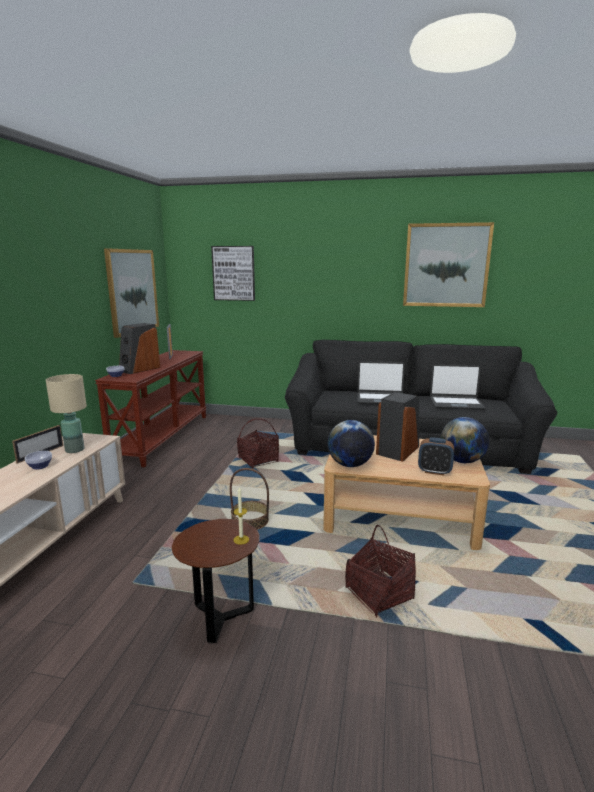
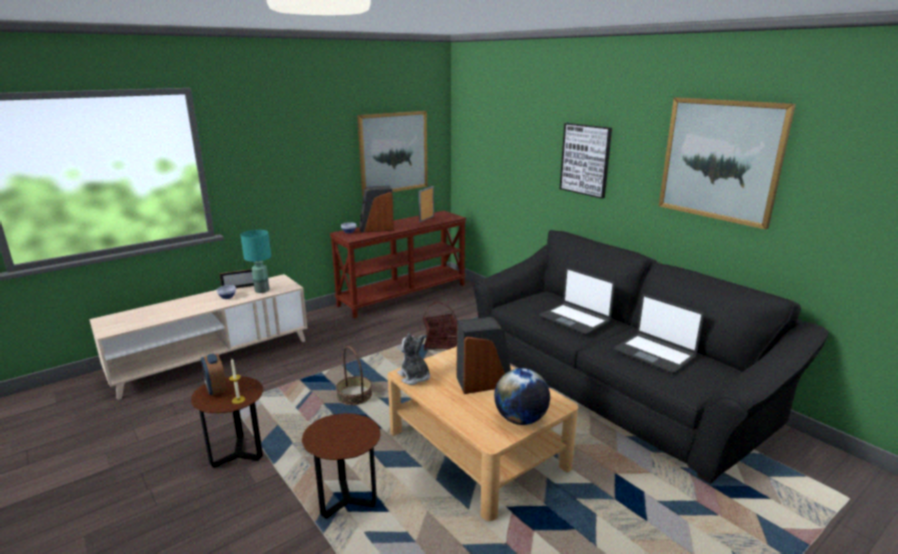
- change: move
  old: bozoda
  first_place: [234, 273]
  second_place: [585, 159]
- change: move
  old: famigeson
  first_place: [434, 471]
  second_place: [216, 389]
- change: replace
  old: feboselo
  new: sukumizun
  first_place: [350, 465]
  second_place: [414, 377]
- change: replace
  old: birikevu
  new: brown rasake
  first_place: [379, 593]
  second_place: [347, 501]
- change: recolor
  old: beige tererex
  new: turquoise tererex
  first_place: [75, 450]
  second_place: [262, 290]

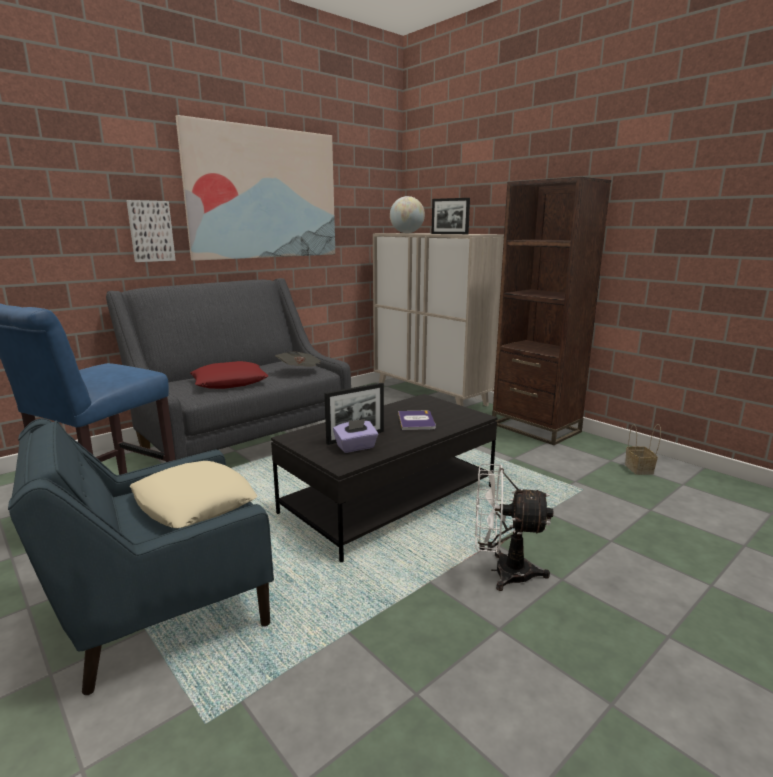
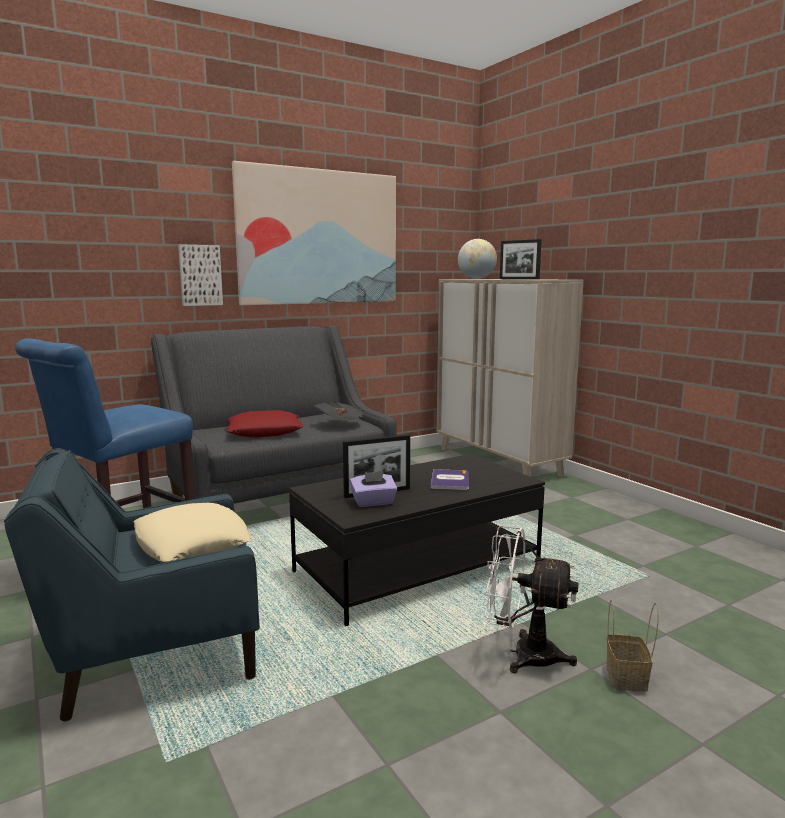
- change: delete
  old: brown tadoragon
  first_place: [535, 428]
- change: move
  old: birikevu
  first_place: [640, 469]
  second_place: [627, 678]

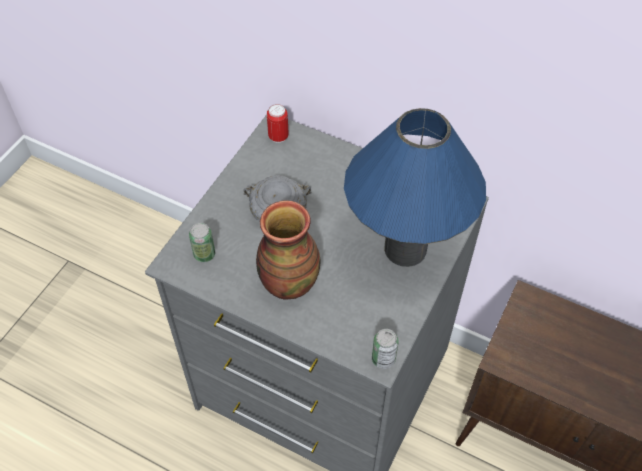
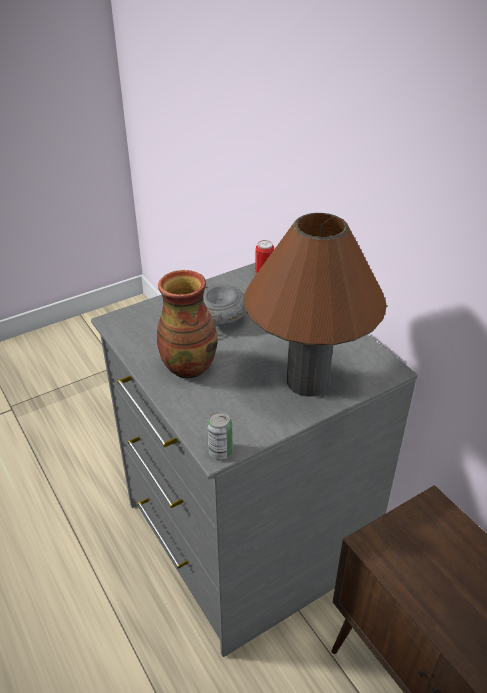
- change: delete
  old: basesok
  first_place: [204, 254]
- change: recolor
  old: blue tererex
  new: brown tererex
  first_place: [405, 249]
  second_place: [307, 381]

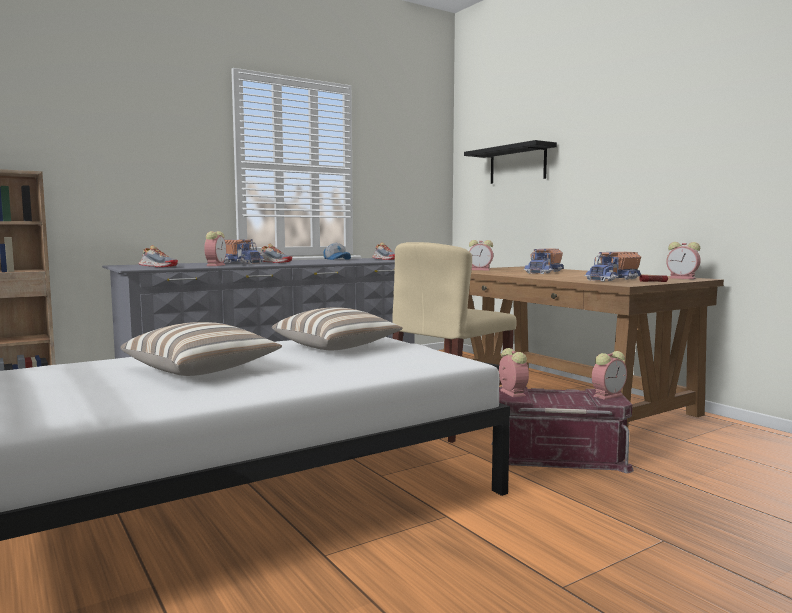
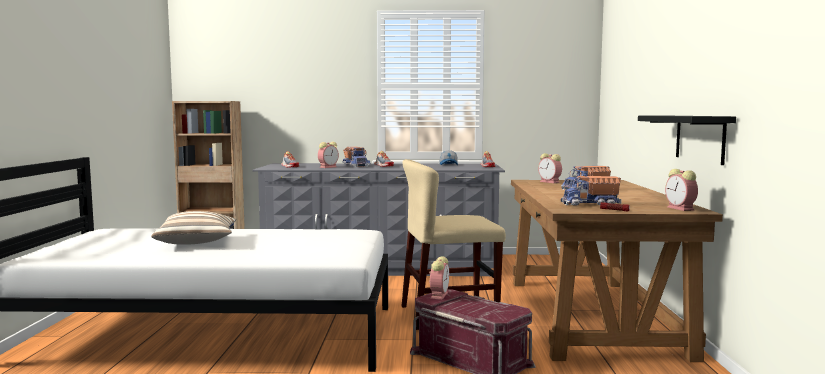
- change: delete
  old: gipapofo
  first_place: [337, 347]
- change: delete
  old: famigeson
  first_place: [608, 395]
- change: move
  old: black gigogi
  first_place: [517, 164]
  second_place: [700, 138]

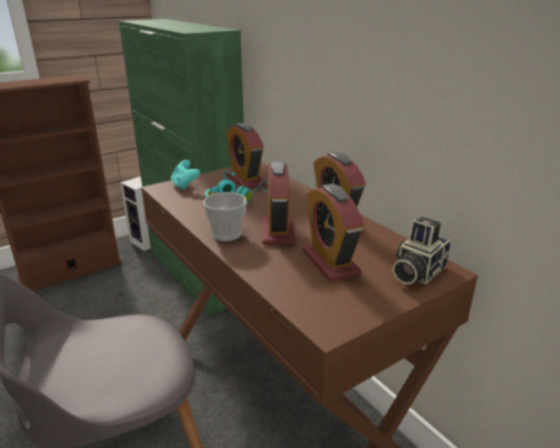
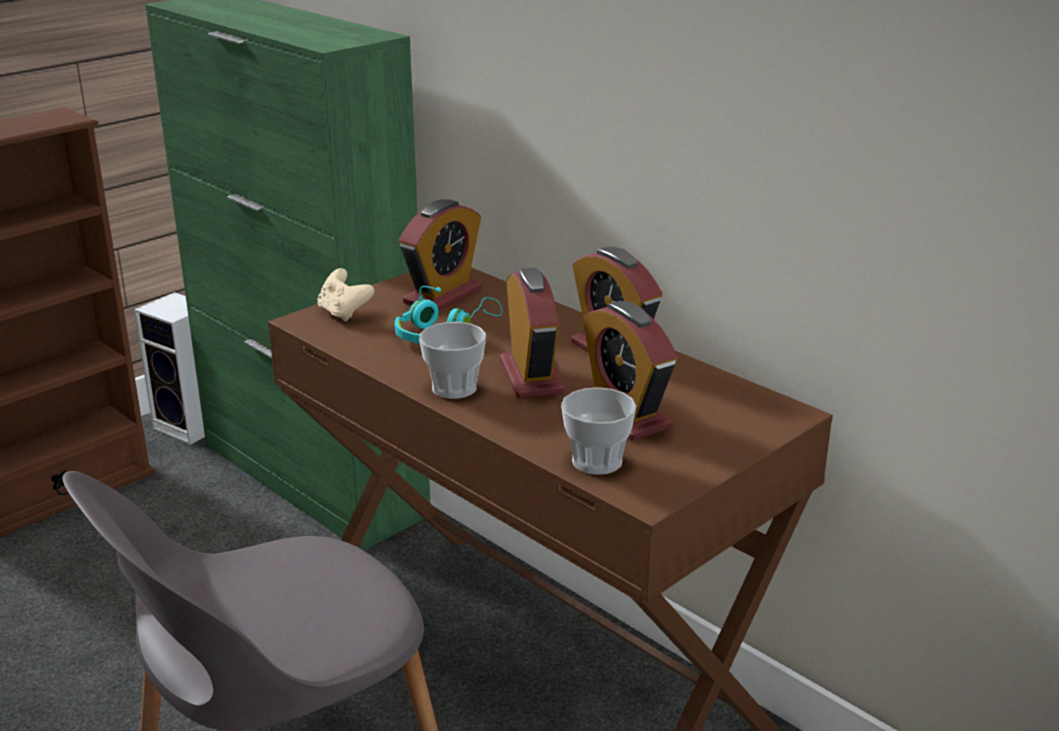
- change: delete
  old: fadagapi
  first_place: [416, 272]
- change: insert
  new: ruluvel
  second_place: [597, 461]
- change: recolor
  old: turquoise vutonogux
  new: beige vutonogux
  first_place: [185, 185]
  second_place: [344, 313]
- change: rotate
  old: famigeson
  first_place: [245, 180]
  second_place: [443, 296]
  degrees: -105

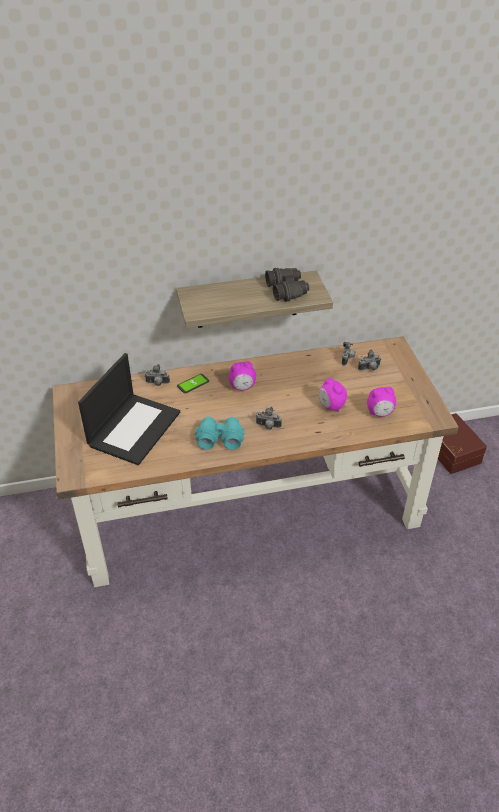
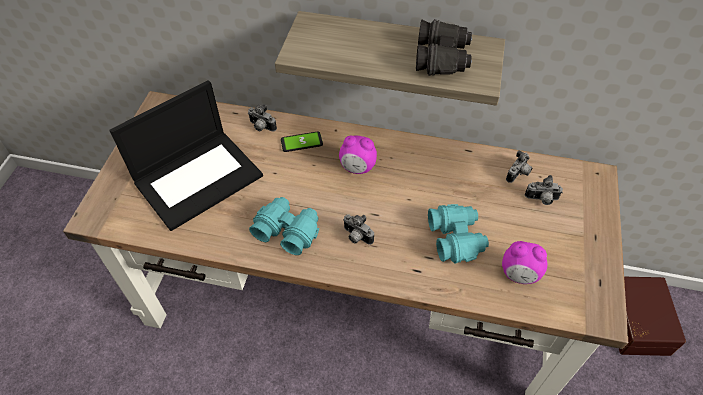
- change: replace
  old: famigeson
  new: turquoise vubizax
  first_place: [331, 406]
  second_place: [456, 238]

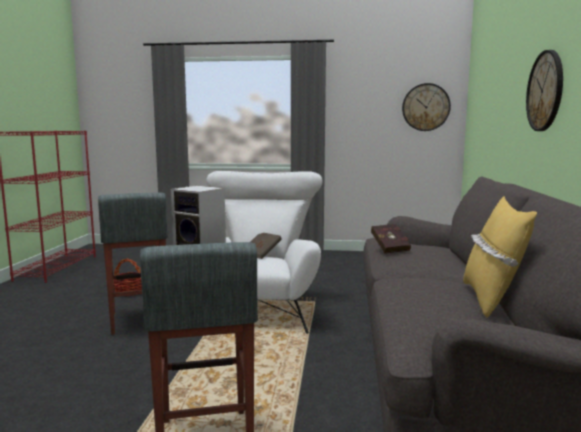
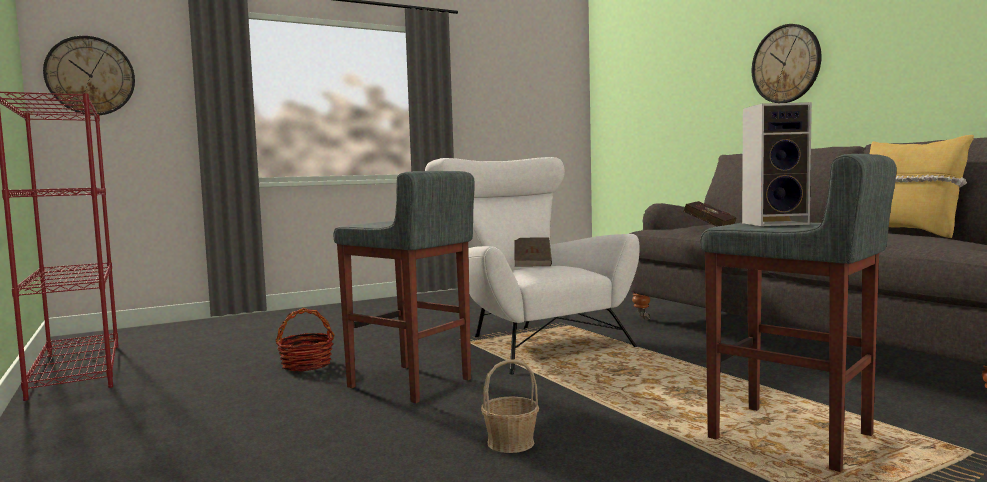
- change: insert
  new: birikevu
  second_place: [510, 443]
- change: move
  old: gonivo
  first_place: [426, 107]
  second_place: [90, 76]

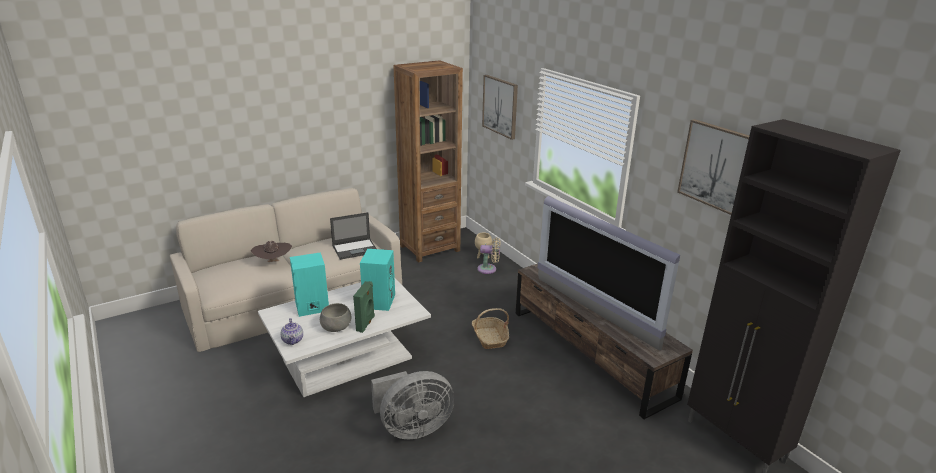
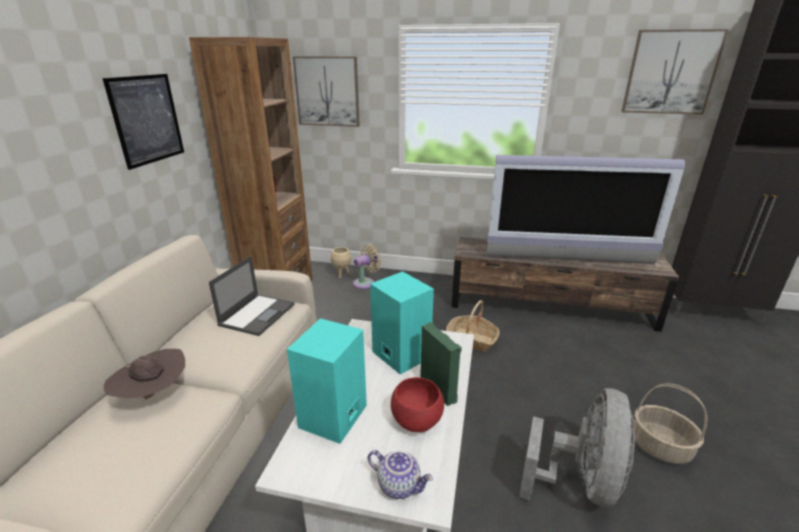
- change: insert
  new: bozoda
  second_place: [147, 119]
- change: insert
  new: birikevu
  second_place: [660, 446]
- change: recolor
  old: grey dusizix
  new: red dusizix
  first_place: [336, 327]
  second_place: [416, 419]

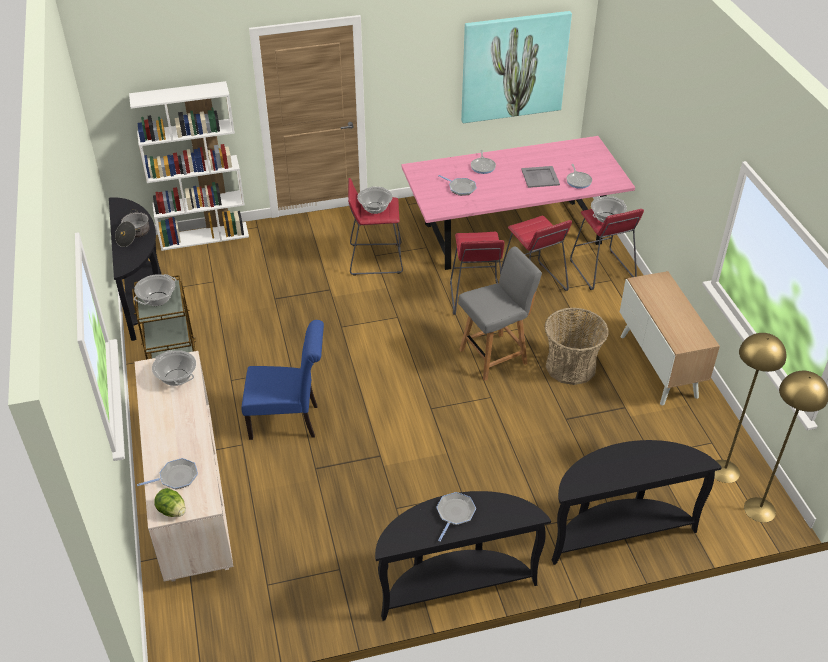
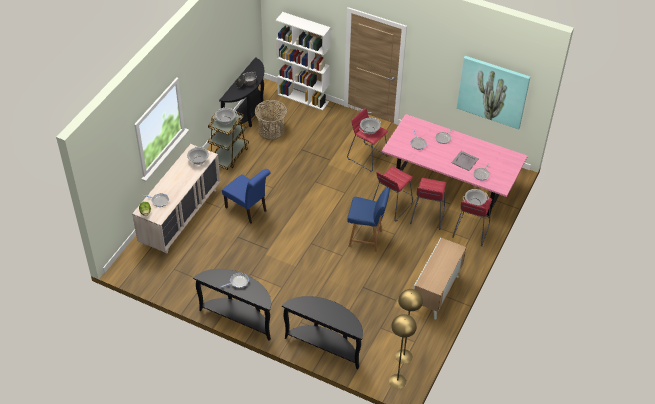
- change: move
  old: birikevu
  first_place: [571, 366]
  second_place: [271, 130]
- change: recolor
  old: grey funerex
  new: blue funerex
  first_place: [494, 356]
  second_place: [366, 239]

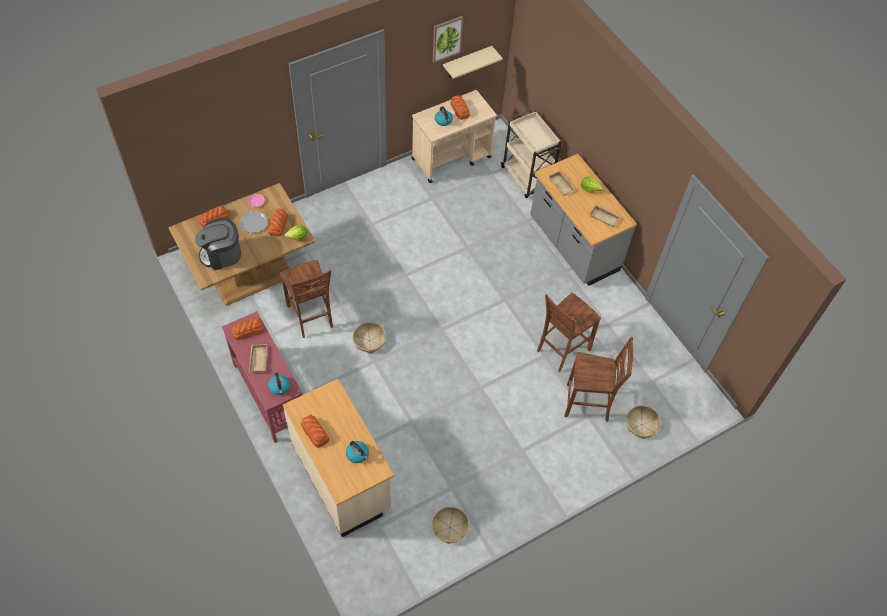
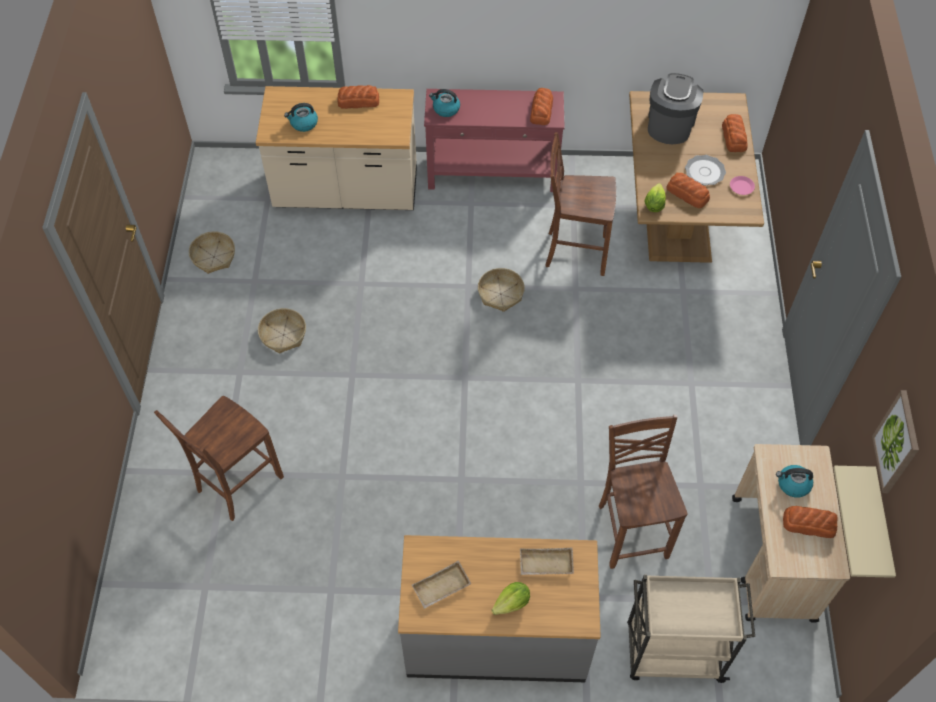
- change: delete
  old: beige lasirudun
  first_place: [257, 359]
- change: move
  old: brown funerex
  first_place: [561, 350]
  second_place: [631, 530]
- change: move
  old: birikevu
  first_place: [641, 424]
  second_place: [283, 335]

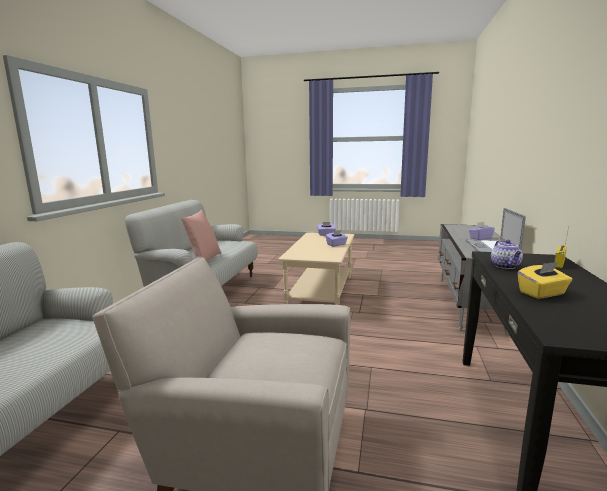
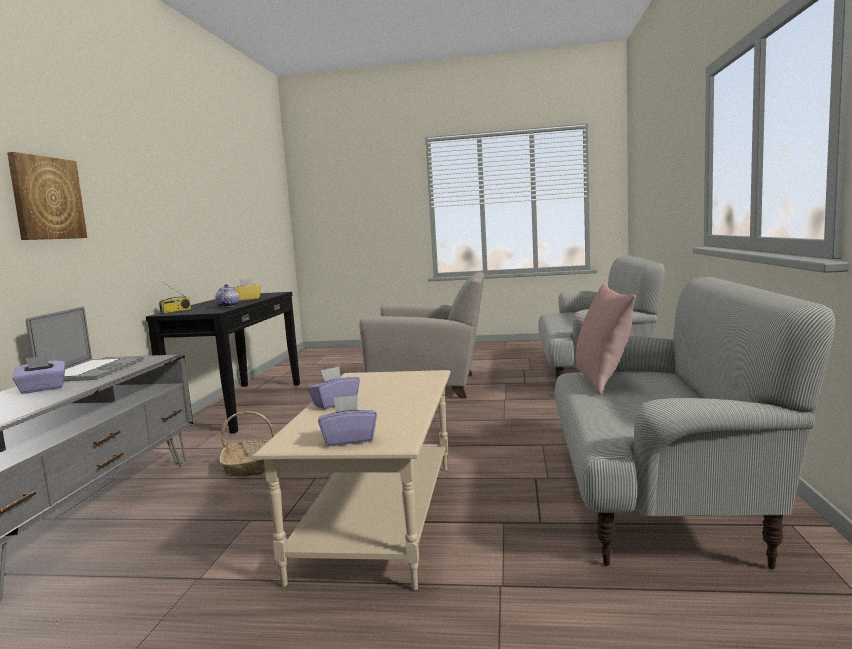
- change: insert
  new: bozoda
  second_place: [46, 198]
- change: insert
  new: birikevu
  second_place: [252, 465]

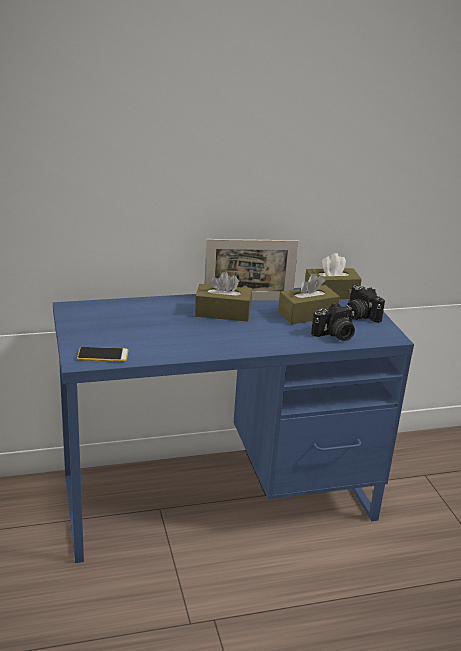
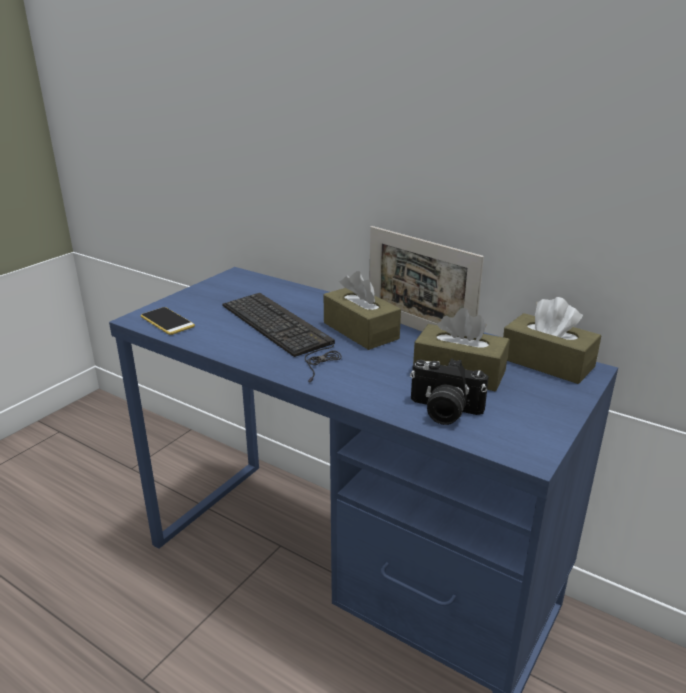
- change: delete
  old: fadagapi
  first_place: [359, 315]
- change: insert
  new: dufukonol
  second_place: [282, 331]

